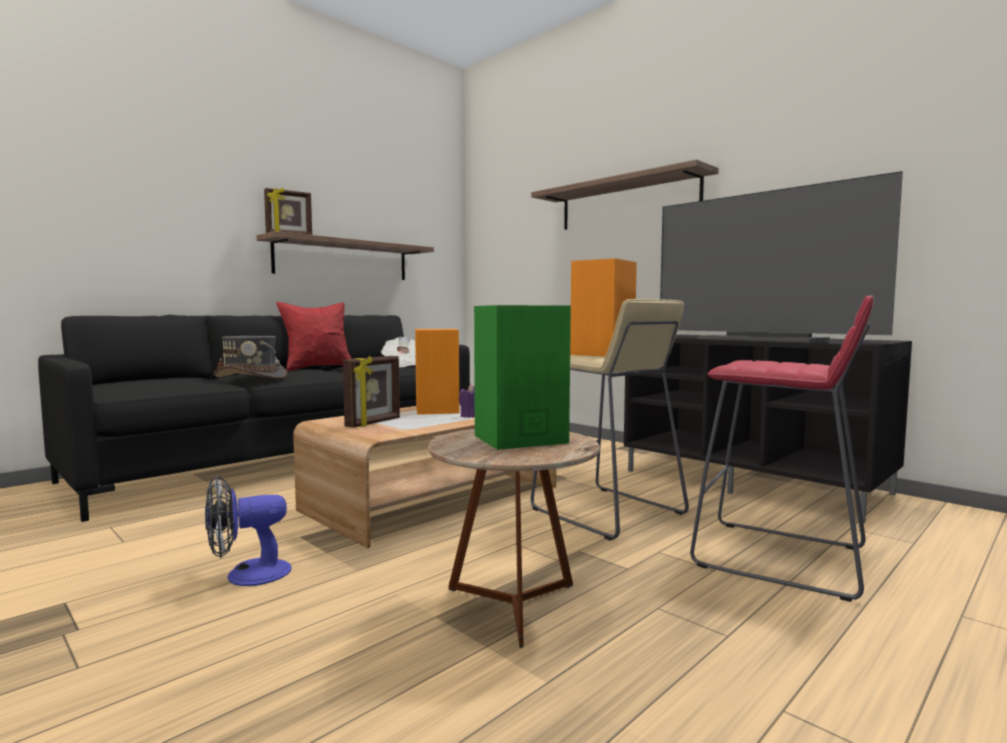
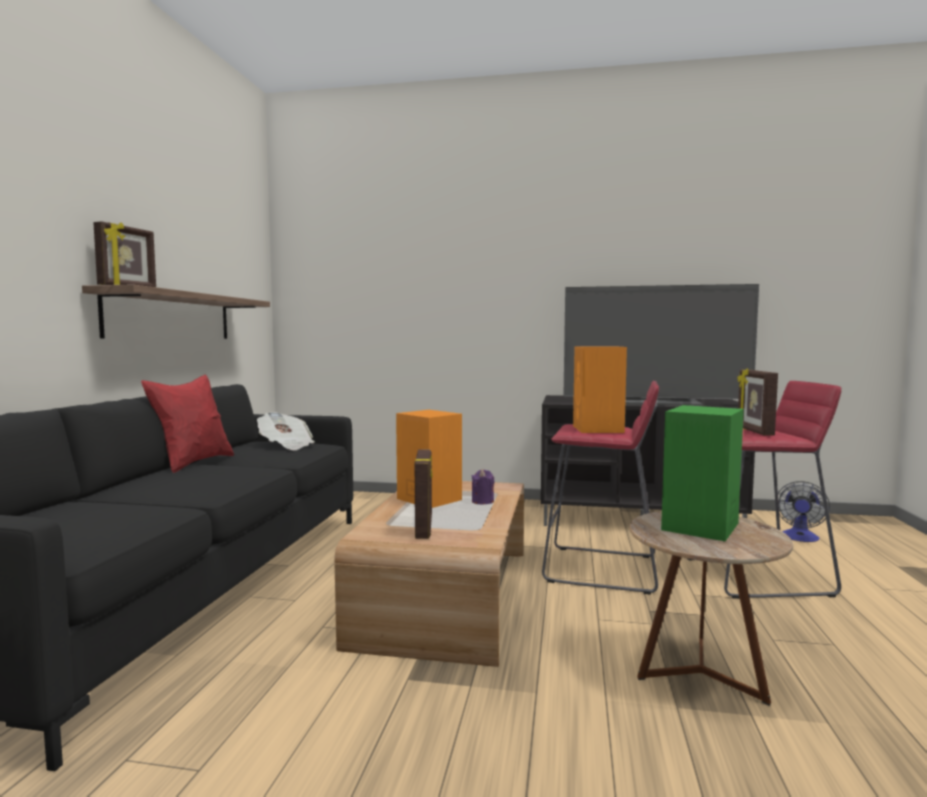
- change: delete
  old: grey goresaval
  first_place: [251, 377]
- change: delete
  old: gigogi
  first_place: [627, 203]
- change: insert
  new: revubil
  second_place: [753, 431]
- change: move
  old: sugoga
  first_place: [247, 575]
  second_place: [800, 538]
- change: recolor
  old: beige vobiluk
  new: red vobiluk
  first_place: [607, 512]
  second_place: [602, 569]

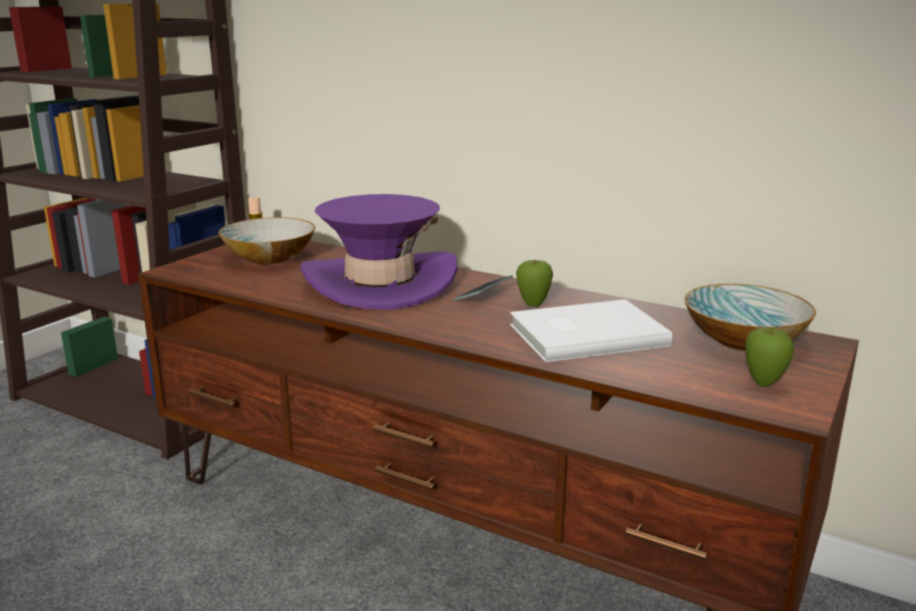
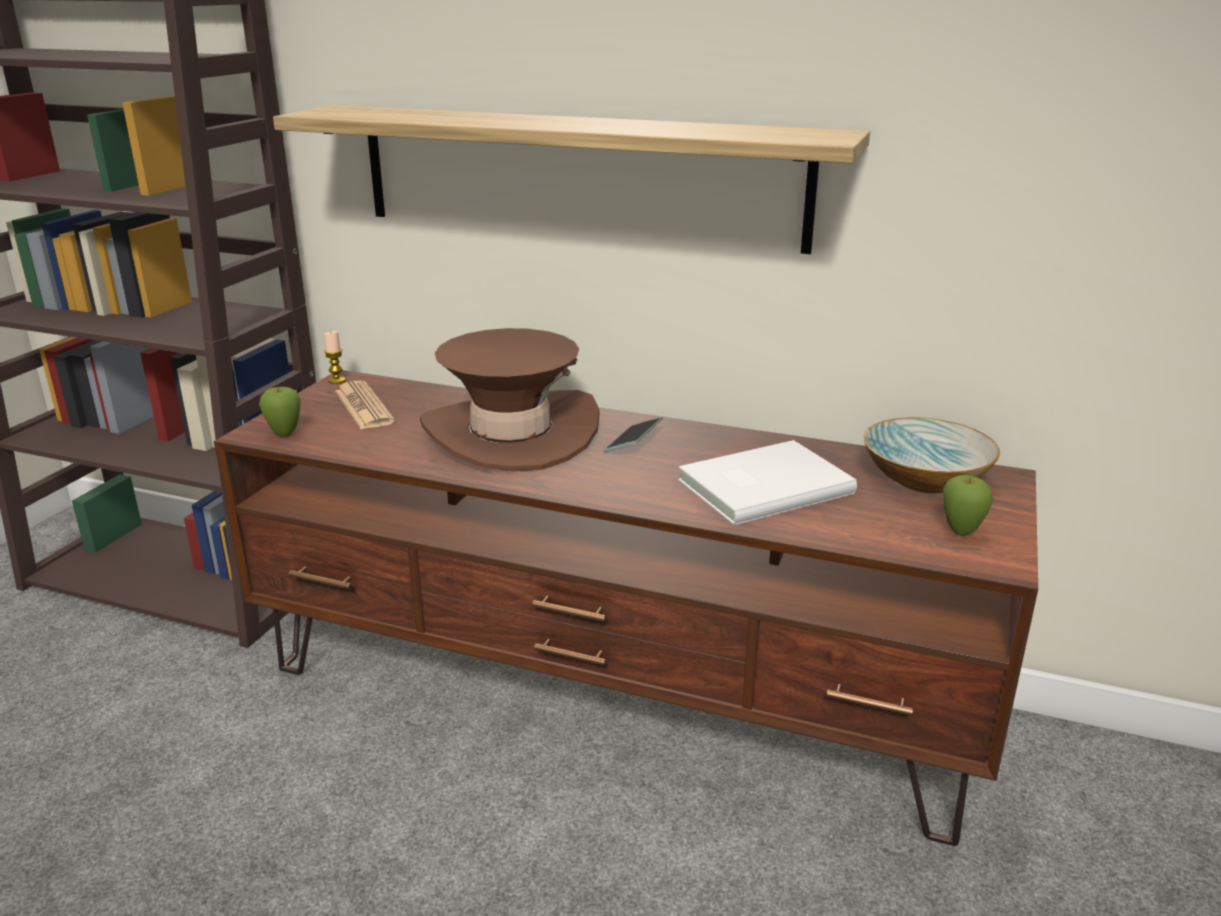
- change: insert
  new: gigogi
  second_place: [577, 176]
- change: move
  old: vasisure
  first_place: [533, 305]
  second_place: [284, 434]
- change: replace
  old: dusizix
  new: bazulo
  first_place: [268, 257]
  second_place: [363, 407]
- change: recolor
  old: purple goresaval
  new: brown goresaval
  first_place: [380, 282]
  second_place: [511, 433]

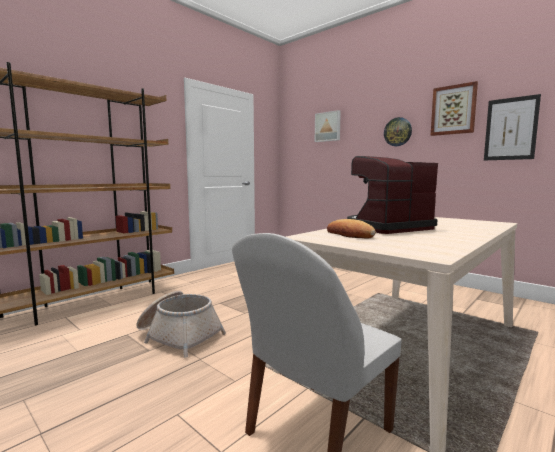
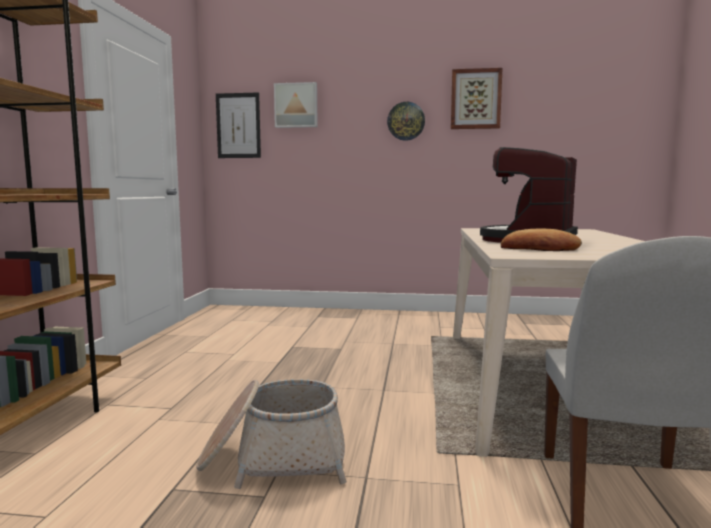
- change: move
  old: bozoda
  first_place: [510, 129]
  second_place: [238, 125]

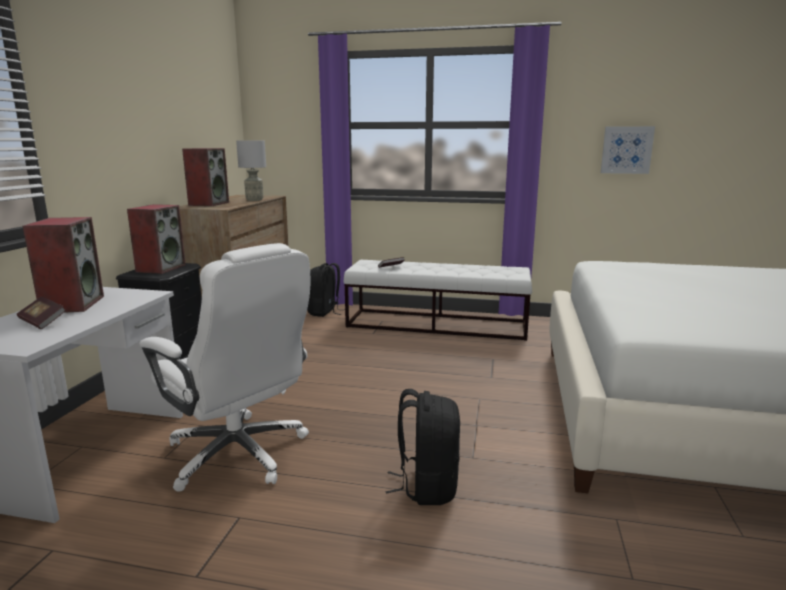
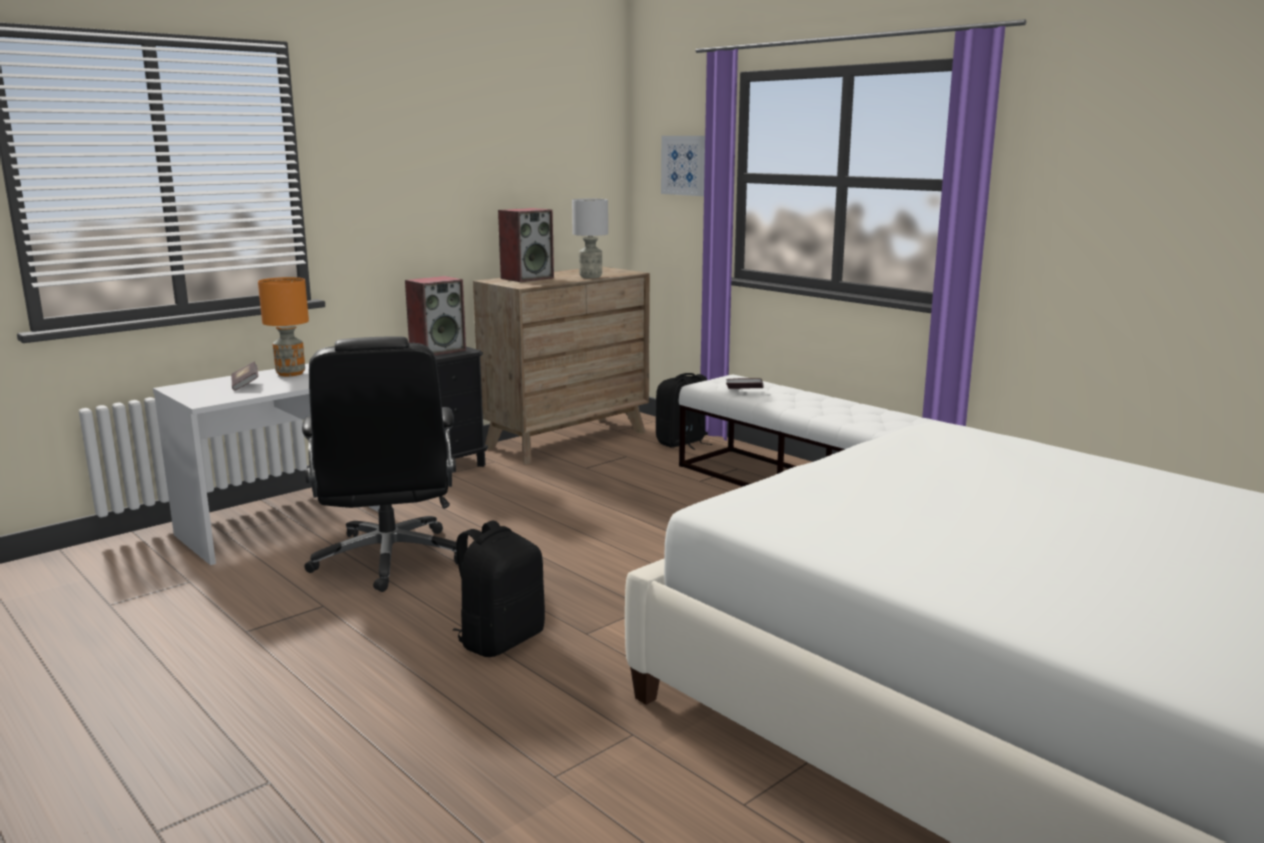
- change: move
  old: bozoda
  first_place: [626, 150]
  second_place: [684, 165]
- change: replace
  old: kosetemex
  new: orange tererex
  first_place: [72, 304]
  second_place: [290, 373]
- change: recolor
  old: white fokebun
  new: black fokebun
  first_place: [239, 454]
  second_place: [389, 560]

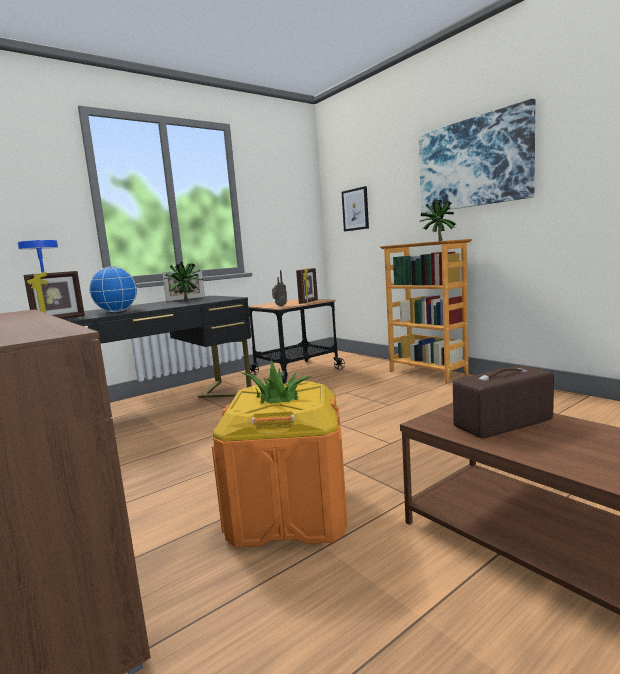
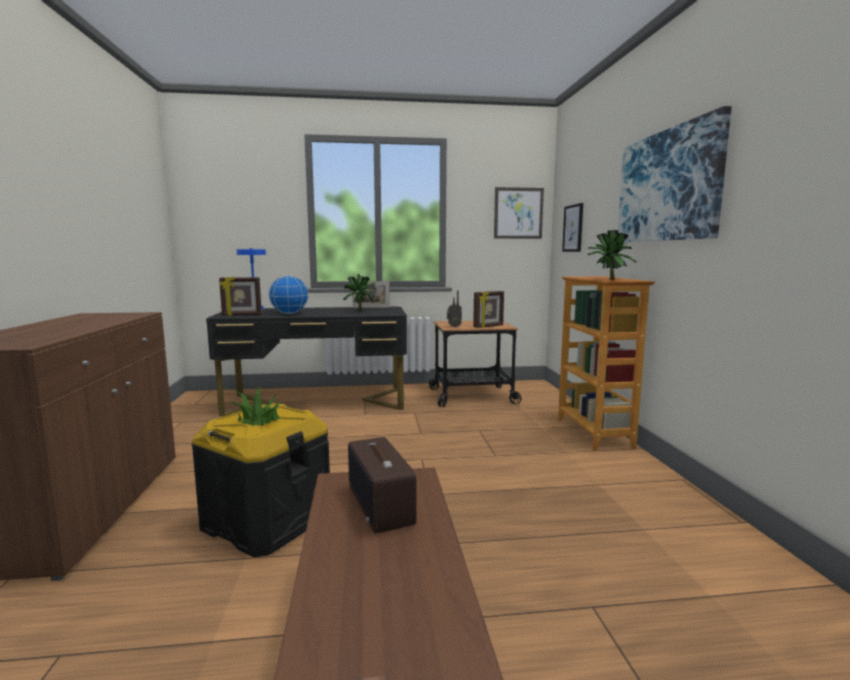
- change: insert
  new: bozoda
  second_place: [518, 213]
- change: recolor
  old: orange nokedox
  new: black nokedox
  first_place: [288, 512]
  second_place: [267, 521]
- change: rotate
  old: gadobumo
  first_place: [503, 424]
  second_place: [382, 505]
  degrees: -120

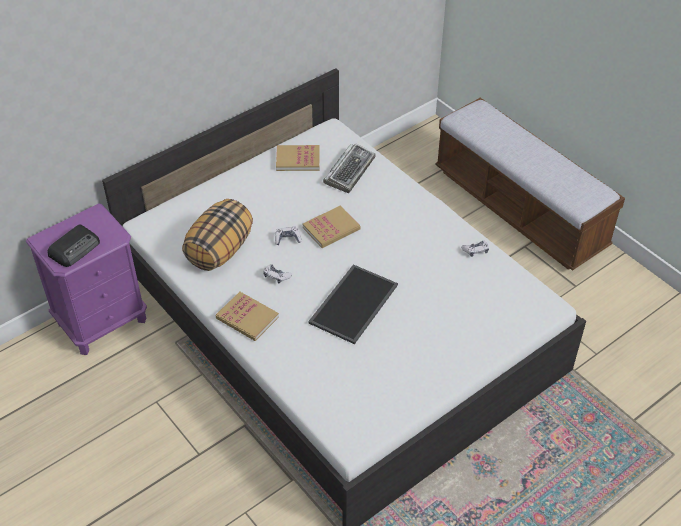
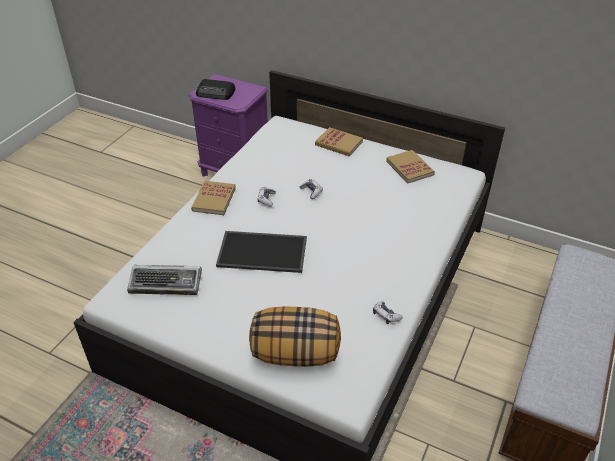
- change: move
  old: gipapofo
  first_place: [219, 250]
  second_place: [296, 353]
- change: move
  old: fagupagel
  first_place: [331, 228]
  second_place: [338, 143]
- change: move
  old: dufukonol
  first_place: [349, 171]
  second_place: [167, 283]

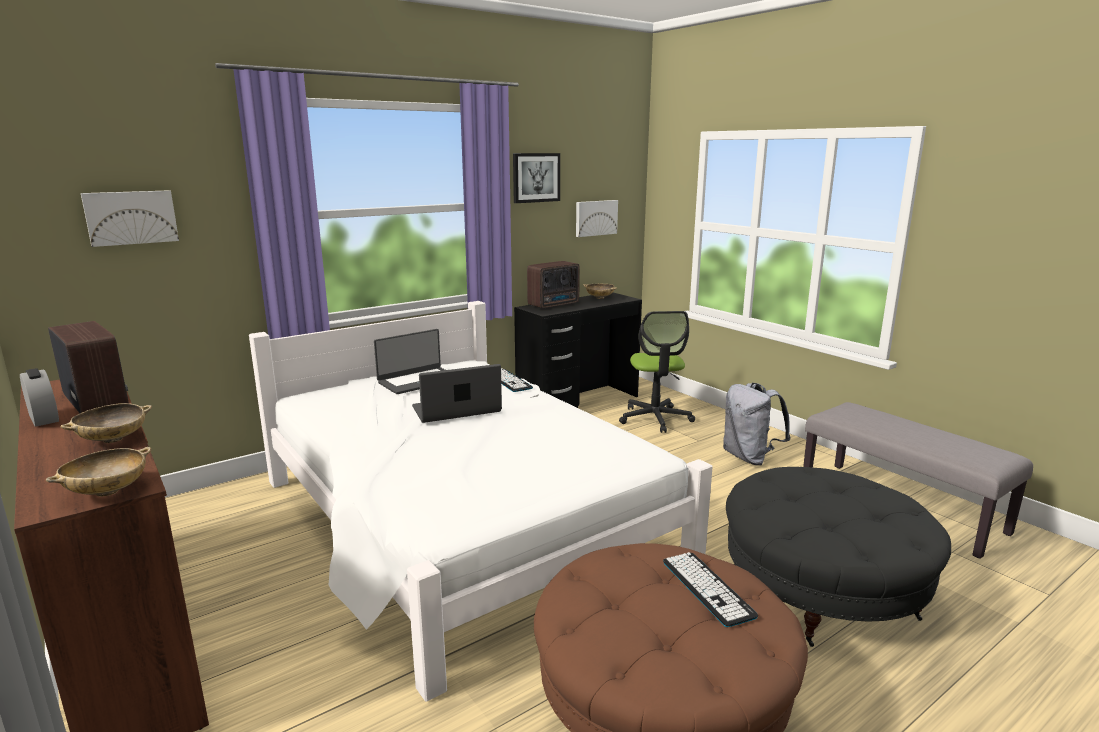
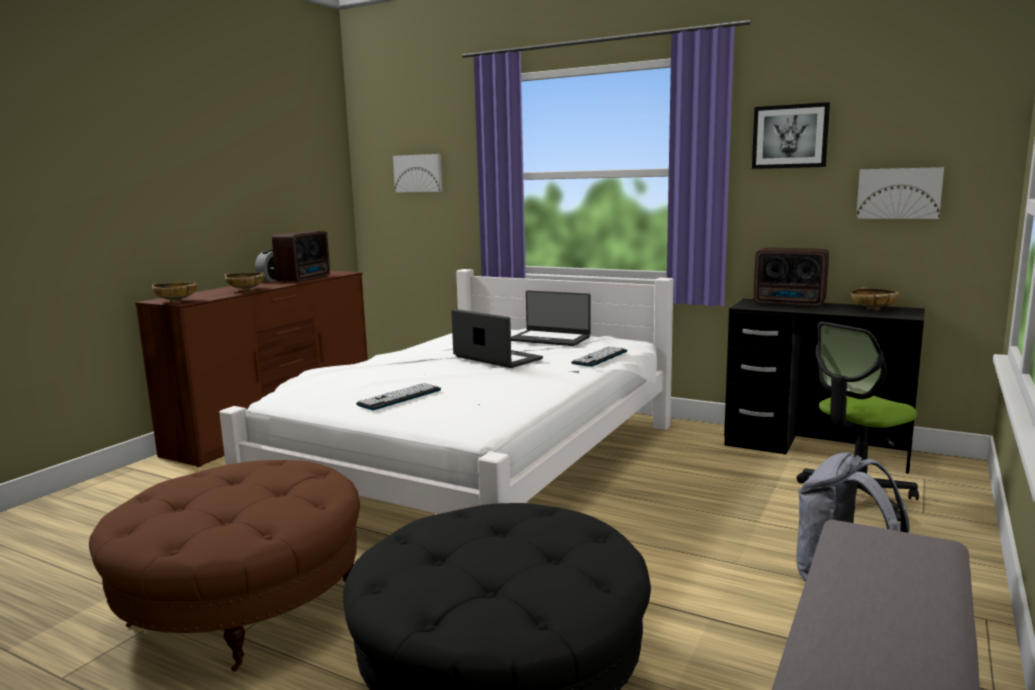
- change: move
  old: dufukonol
  first_place: [707, 588]
  second_place: [400, 397]

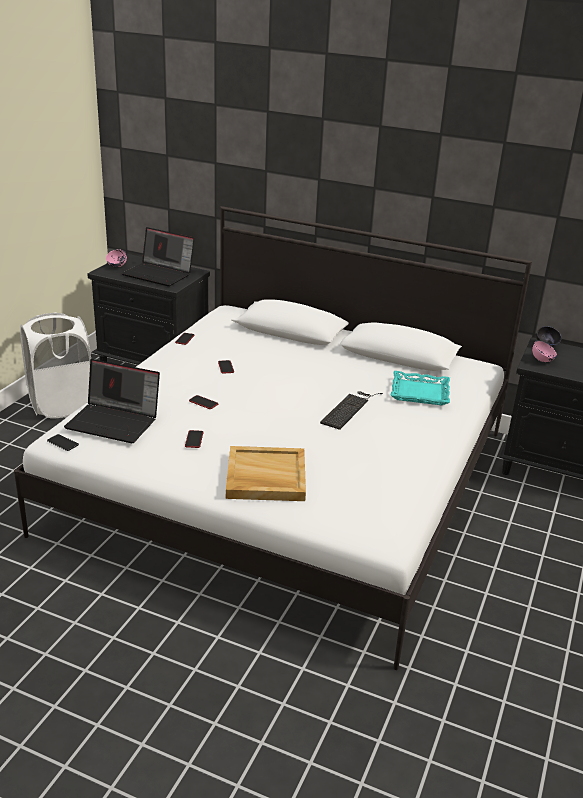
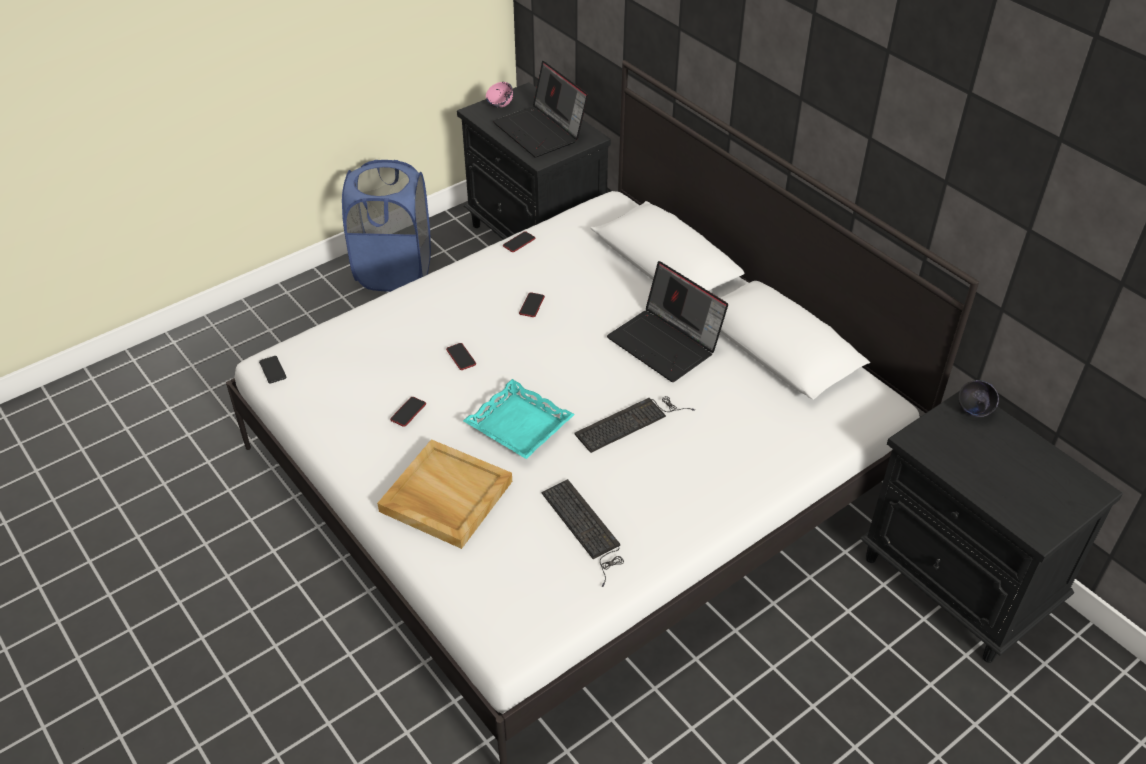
- change: delete
  old: pink dusizix
  first_place: [542, 360]
- change: insert
  new: dufukonol
  second_place: [585, 528]
- change: move
  old: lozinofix
  first_place: [115, 421]
  second_place: [666, 344]
- change: move
  old: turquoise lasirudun
  first_place: [420, 392]
  second_place: [519, 424]
- change: recolor
  old: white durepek
  new: blue durepek
  first_place: [61, 404]
  second_place: [394, 271]

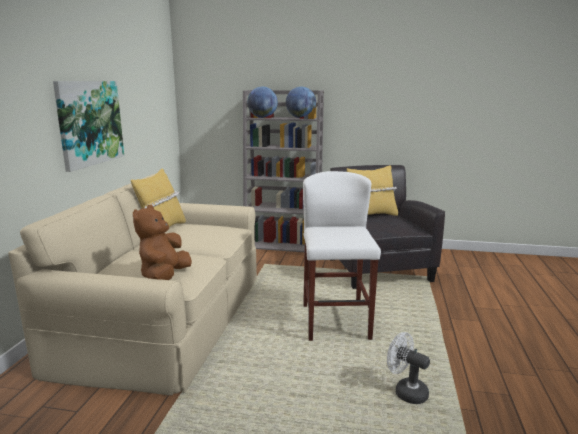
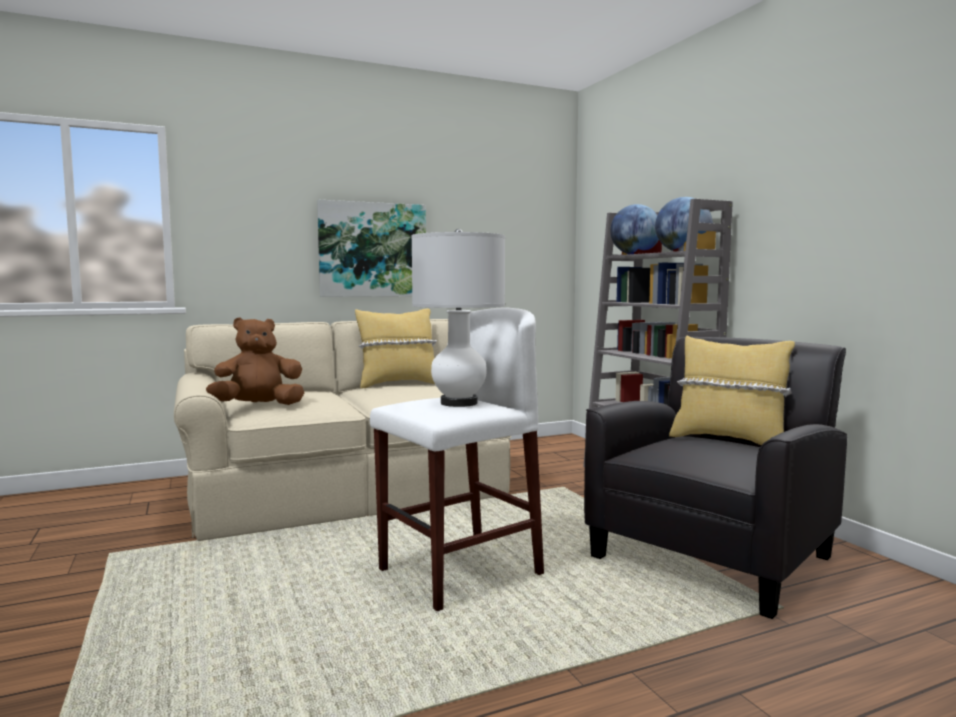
- change: delete
  old: white sugoga
  first_place: [406, 391]
- change: insert
  new: white tererex
  second_place: [459, 403]

